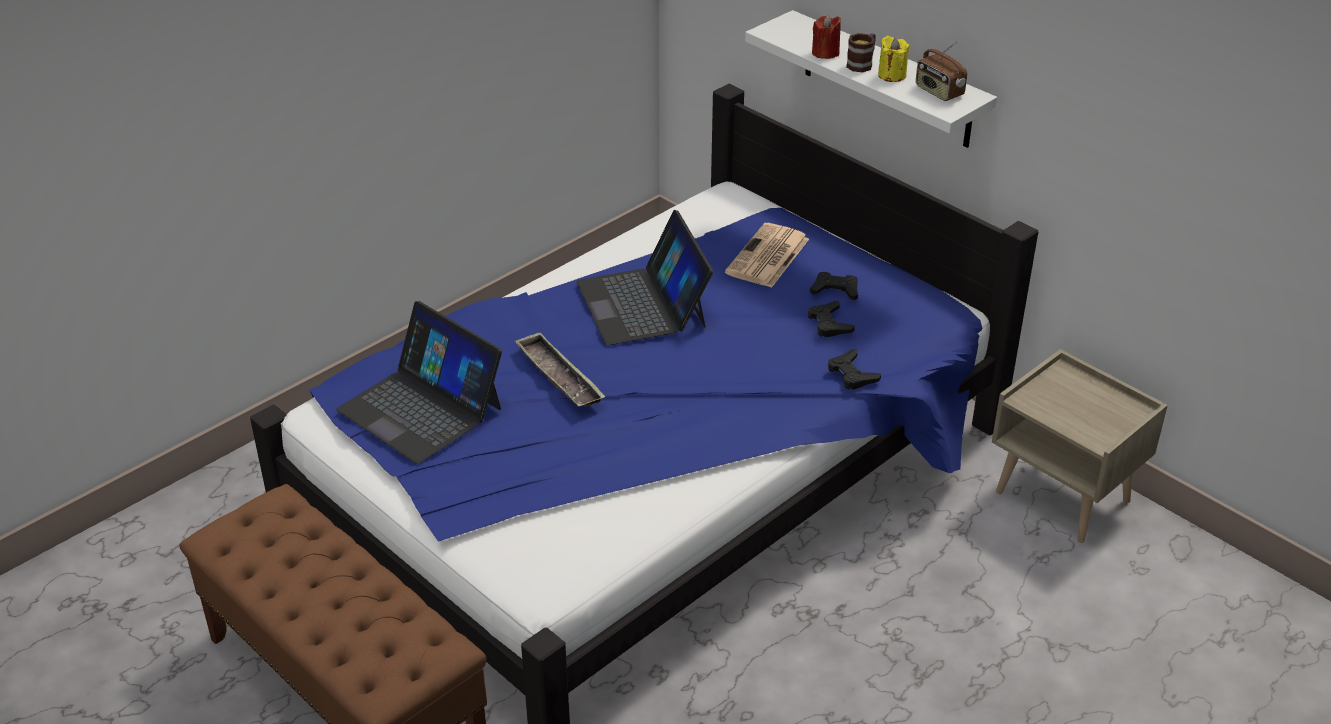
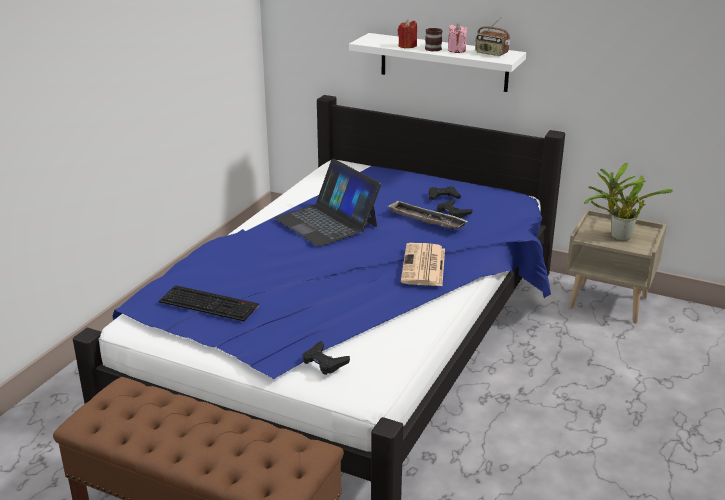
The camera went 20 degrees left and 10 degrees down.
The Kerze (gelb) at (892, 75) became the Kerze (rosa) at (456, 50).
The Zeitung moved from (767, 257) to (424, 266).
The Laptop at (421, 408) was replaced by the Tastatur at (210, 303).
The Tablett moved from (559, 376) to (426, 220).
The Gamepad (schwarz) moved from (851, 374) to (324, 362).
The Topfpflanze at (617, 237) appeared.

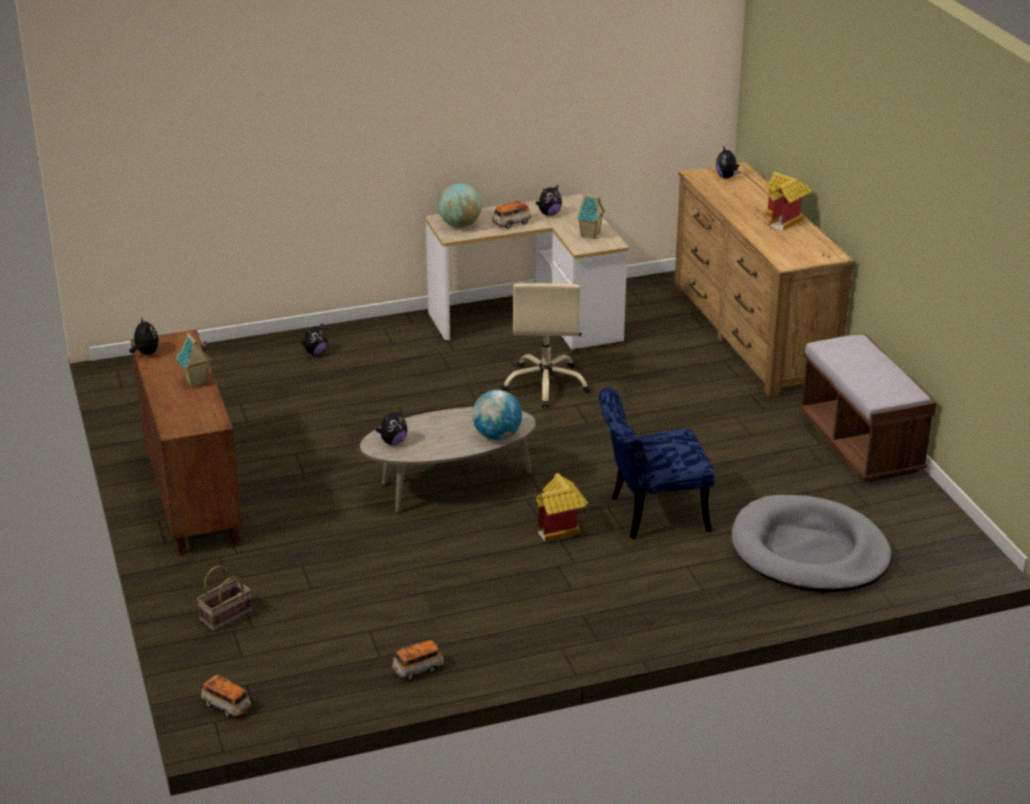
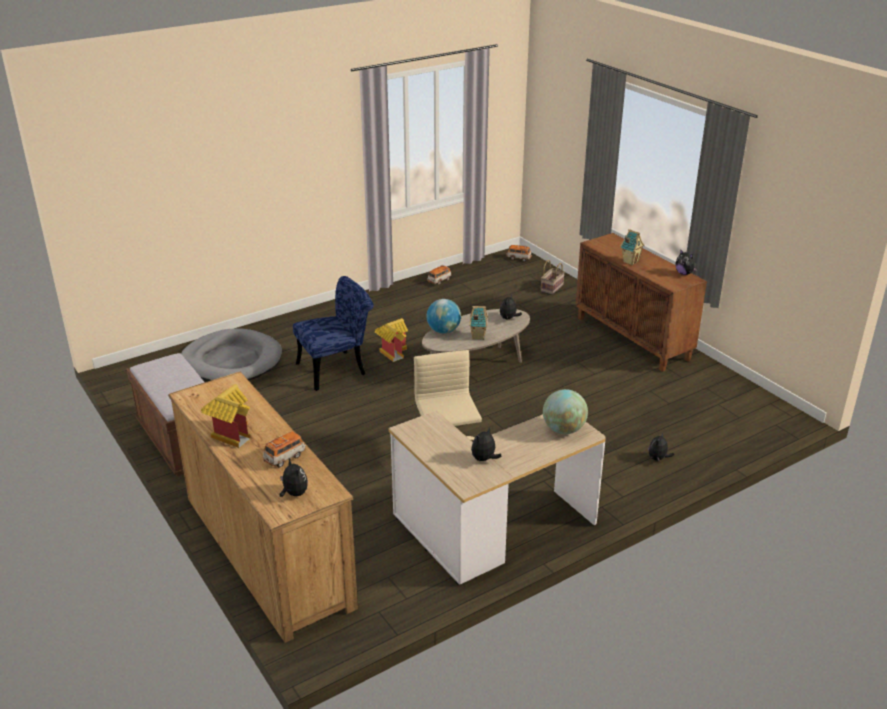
The camera went 165 degrees right and 0 degrees up.
The Spielzeughaus moved from (590, 235) to (477, 336).
The Spielzeugauto moved from (511, 223) to (285, 457).

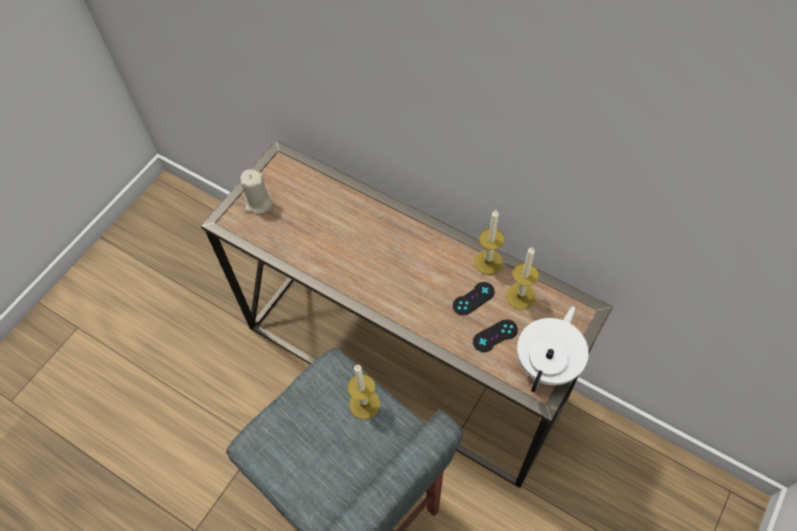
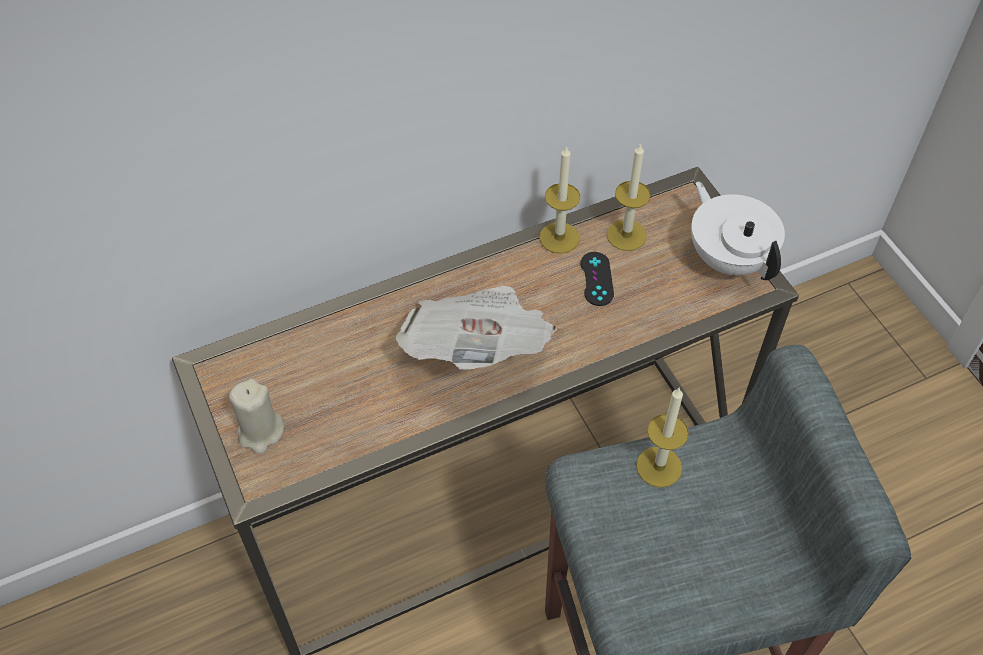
The camera went 60 degrees left and 5 degrees down.
The Gamepad (schwarz) at (495, 336) disappeared.
The Zeitung at (478, 349) appeared.

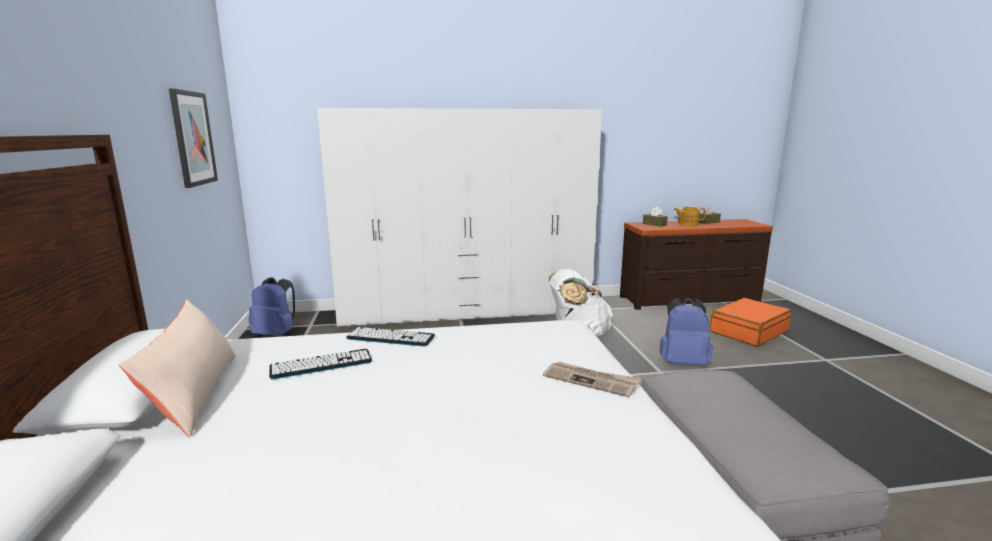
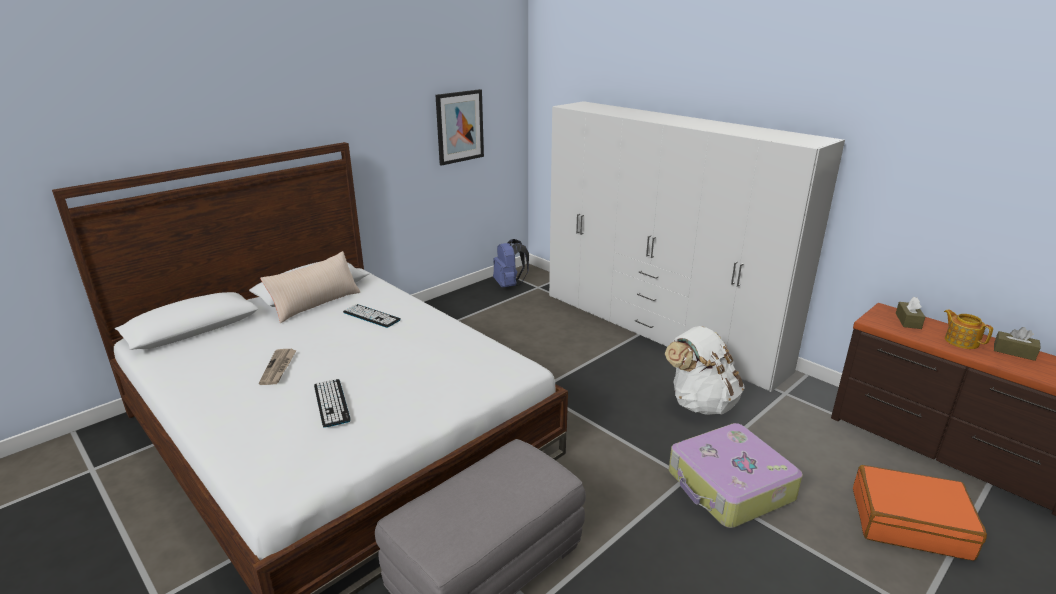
The camera went 55 degrees right and 10 degrees up.
The Rucksack (blau) at (682, 362) was replaced by the Koffer at (729, 487).
The Tastatur moved from (391, 337) to (331, 403).
The Zeitung moved from (591, 380) to (279, 368).

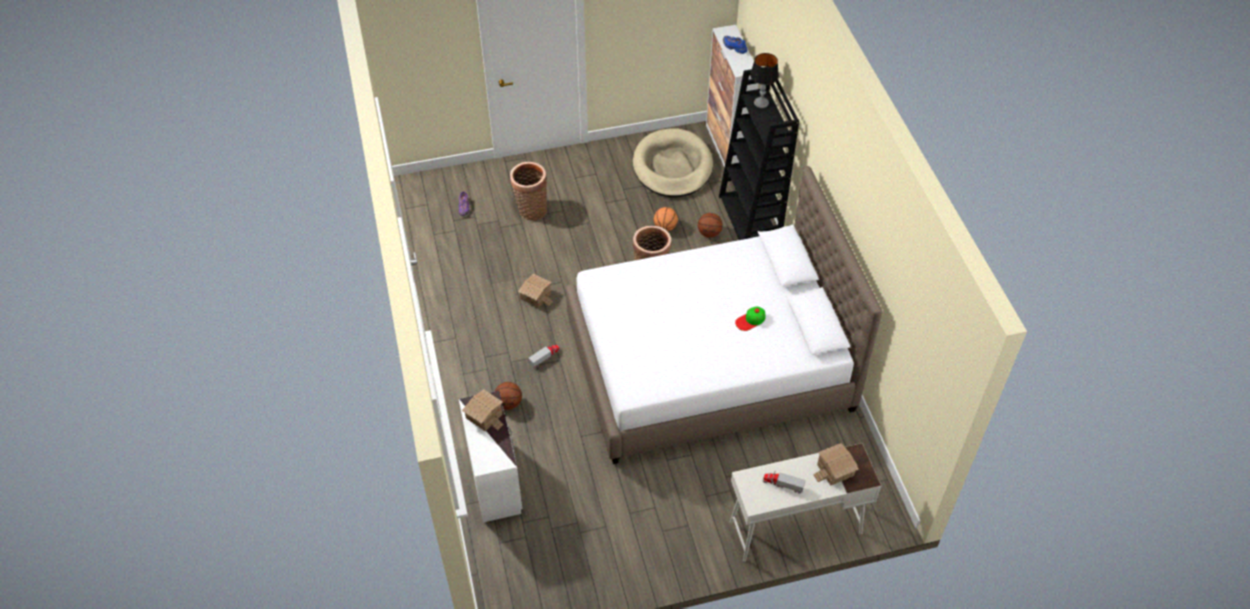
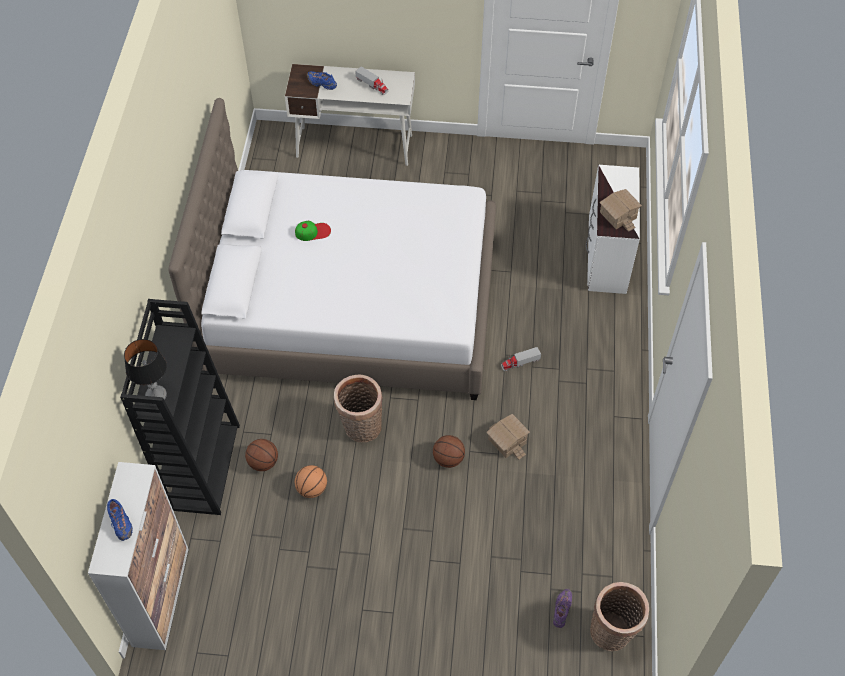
The camera went 160 degrees left and 5 degrees up.
The Hundebett (beige) at (672, 167) disappeared.
The Korb moved from (530, 210) to (612, 633).
The Basketball moved from (509, 403) to (448, 459).
The Spielzeughaus at (835, 469) was replaced by the Schuh (blau) at (322, 83).

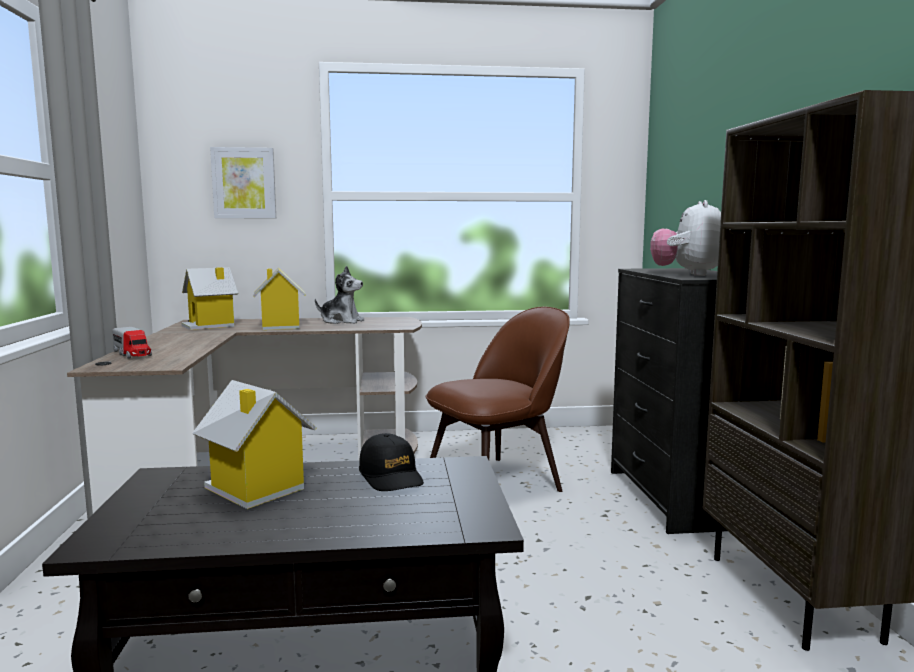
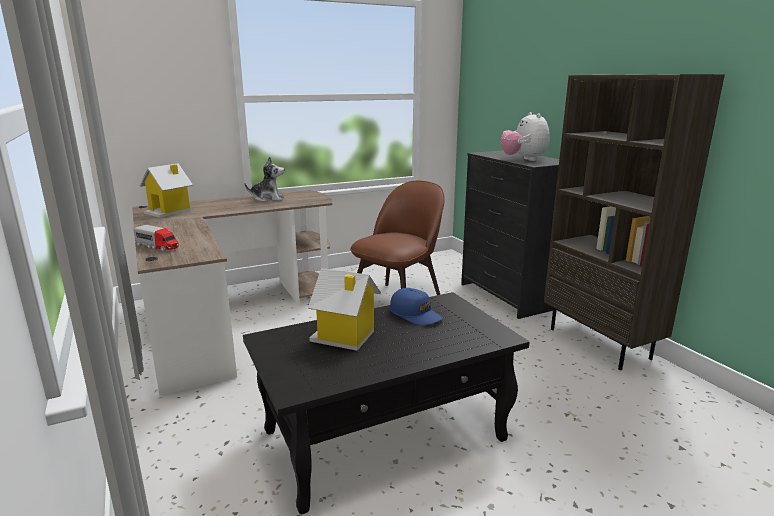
The camera went 20 degrees left and 10 degrees up.
The Bild at (244, 183) disappeared.
The Spielzeughaus at (280, 326) disappeared.
The Kappe (schwarz) at (391, 476) became the Kappe (blau) at (415, 314).

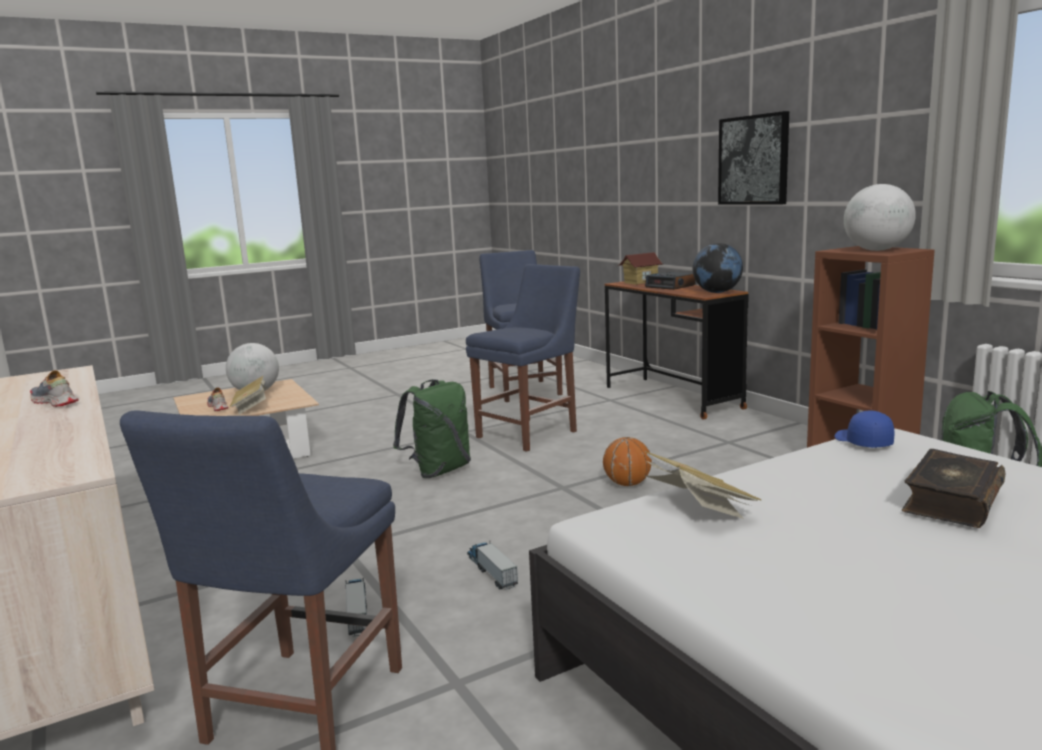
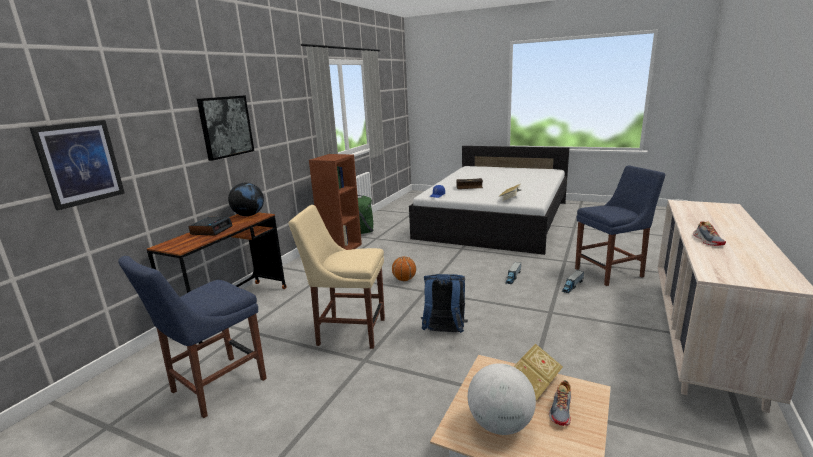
The camera went 125 degrees left and 5 degrees up.
The Globus at (877, 250) disappeared.
The Spielzeughaus at (640, 282) disappeared.
The Stuhl (blau) at (530, 433) became the Stuhl (beige) at (348, 331).
The Rucksack (grün) at (438, 471) became the Rucksack (blau) at (444, 333).
The Bild at (80, 163) appeared.

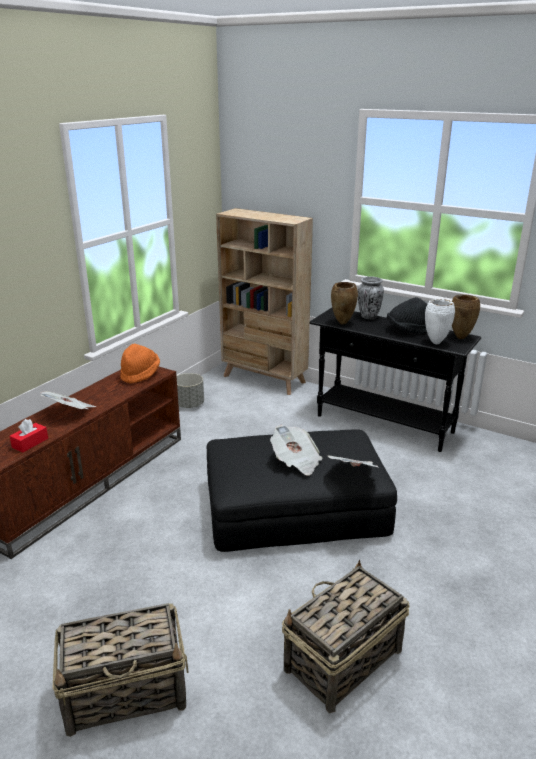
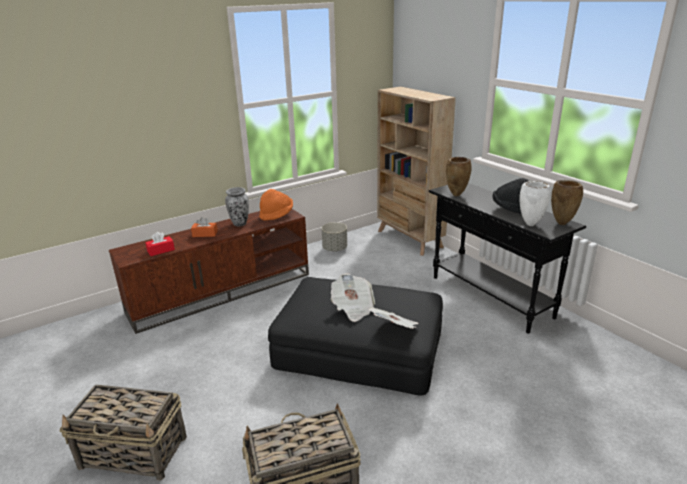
The camera went 25 degrees right and 0 degrees up.
The Vase moved from (369, 316) to (240, 223).
The Zeitung at (70, 412) was replaced by the Taschentuchbox (orange) at (205, 234).

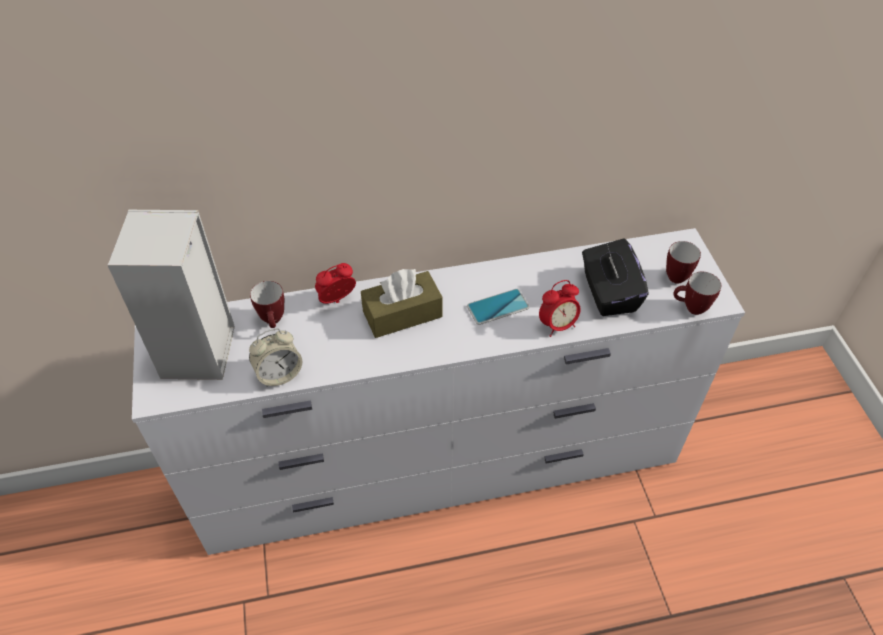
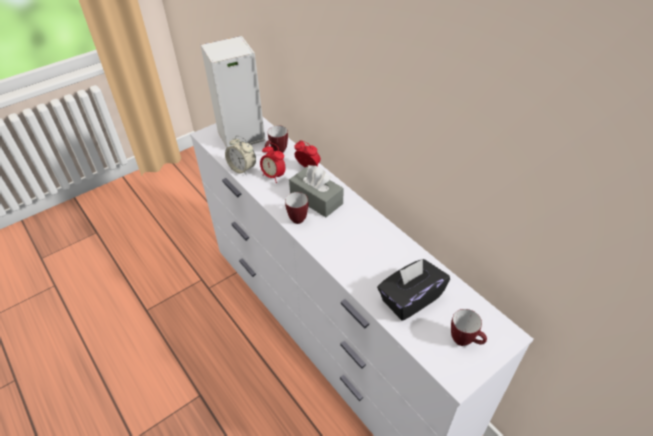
The camera went 65 degrees right and 5 degrees down.
The Taschentuchbox (braun) at (402, 314) became the Taschentuchbox (grau) at (316, 199).
The Henkelbecher moved from (690, 308) to (297, 217).
The Wecker moved from (557, 325) to (273, 176).
The Handy at (498, 307) disappeared.

